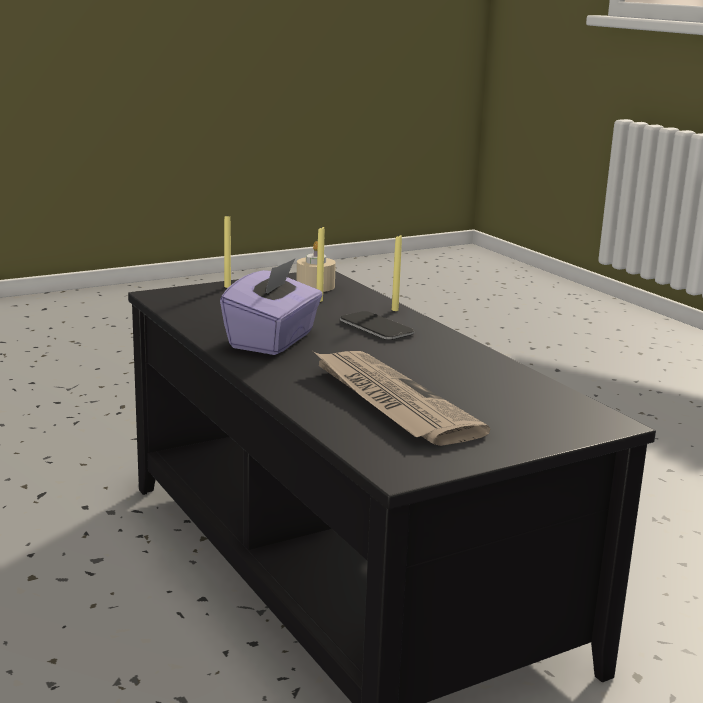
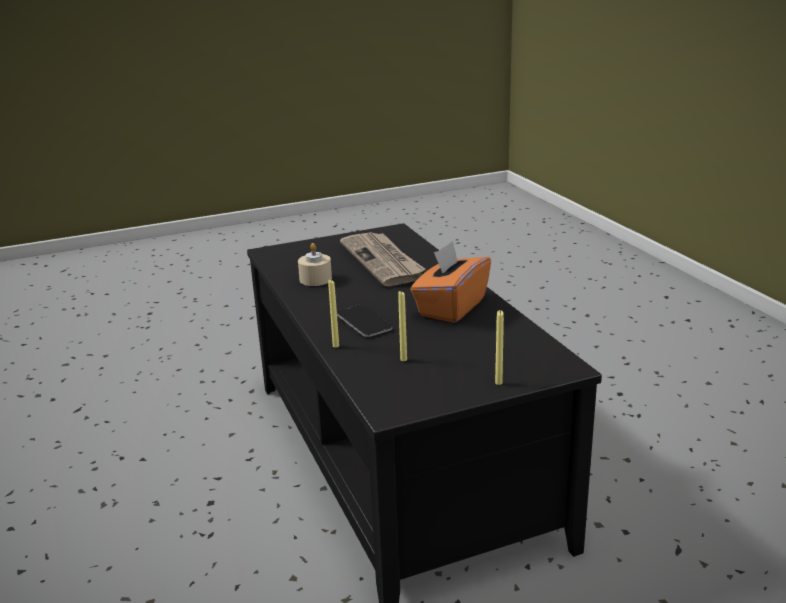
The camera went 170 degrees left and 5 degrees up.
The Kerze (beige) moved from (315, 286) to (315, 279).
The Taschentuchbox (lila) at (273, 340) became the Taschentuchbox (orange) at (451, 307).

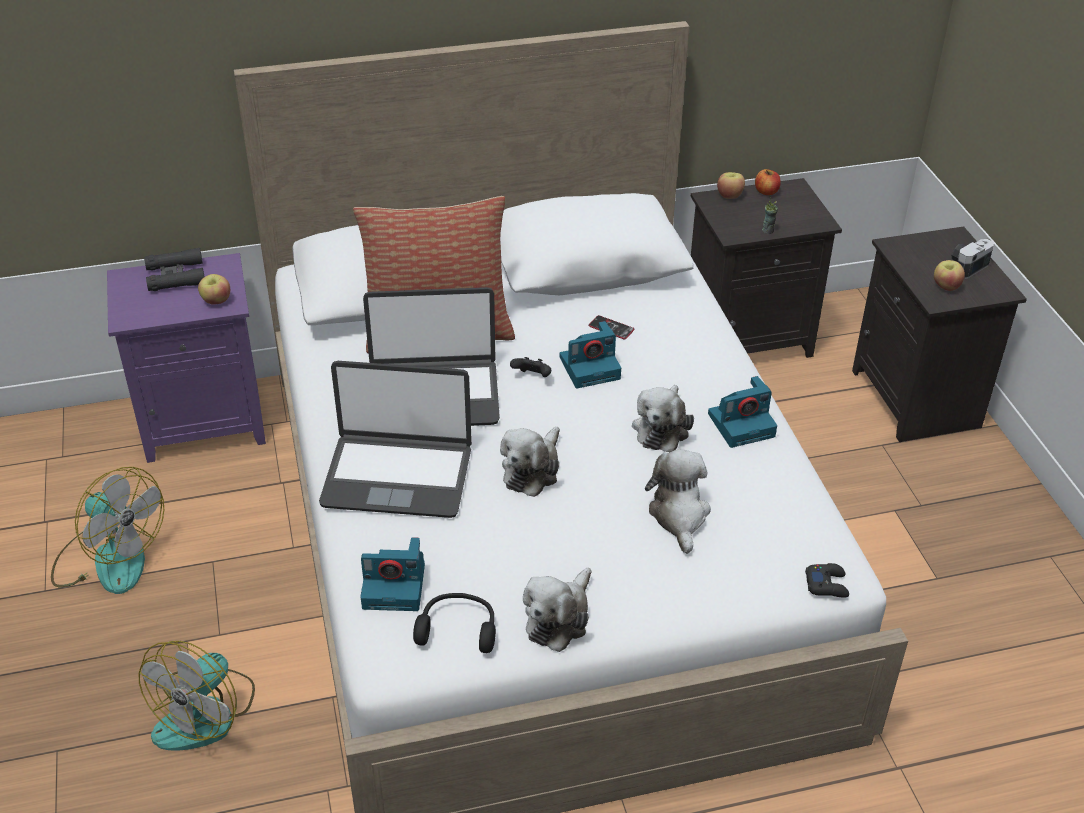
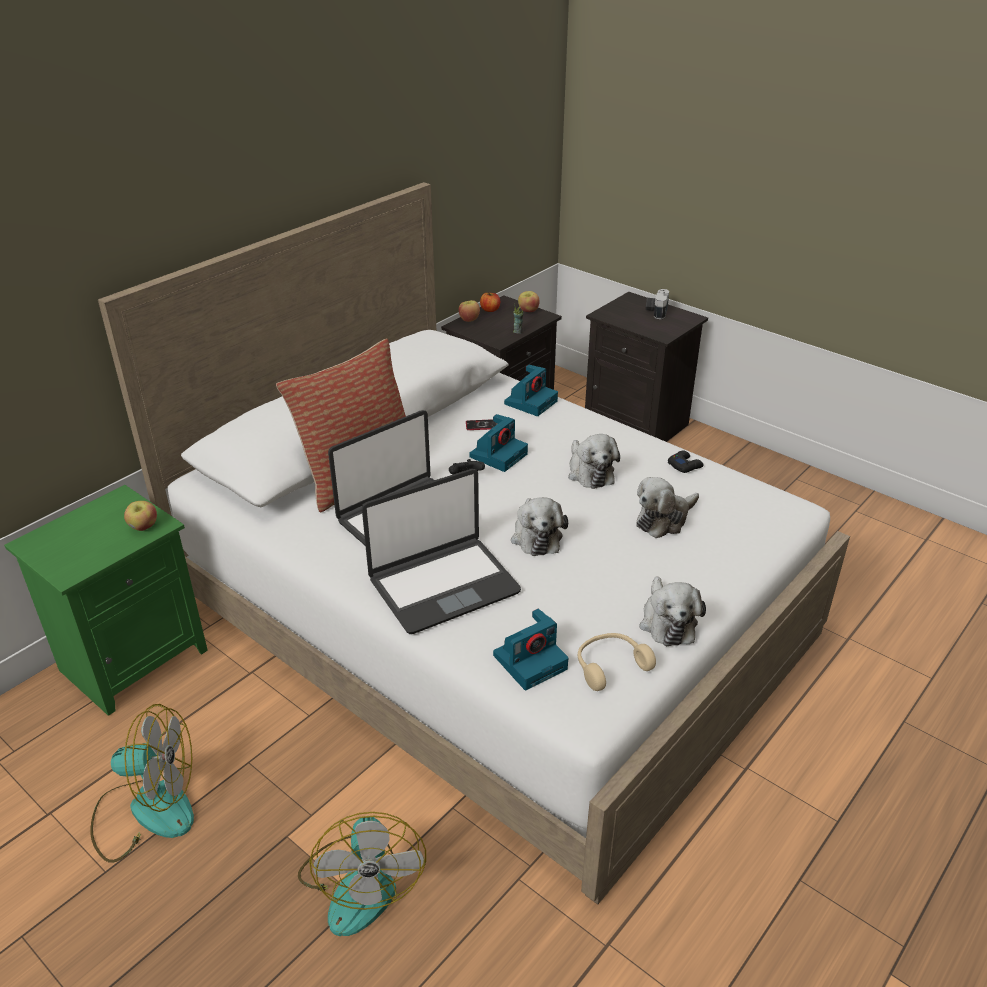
The camera went 35 degrees left and 5 degrees down.
The Fernglas (schwarz) at (176, 276) disappeared.
The Nachttisch (lila) at (206, 421) became the Nachttisch (grün) at (134, 658).
The Apfel moved from (946, 286) to (528, 310).
The Kamera moved from (742, 424) to (531, 402).
The Plüschtier at (679, 515) turned 90 degrees counterclockwise.
The Gamepad (schwarz) moved from (827, 584) to (684, 465).
The Kopfhörer (schwarz) at (458, 629) became the Kopfhörer (beige) at (610, 665).

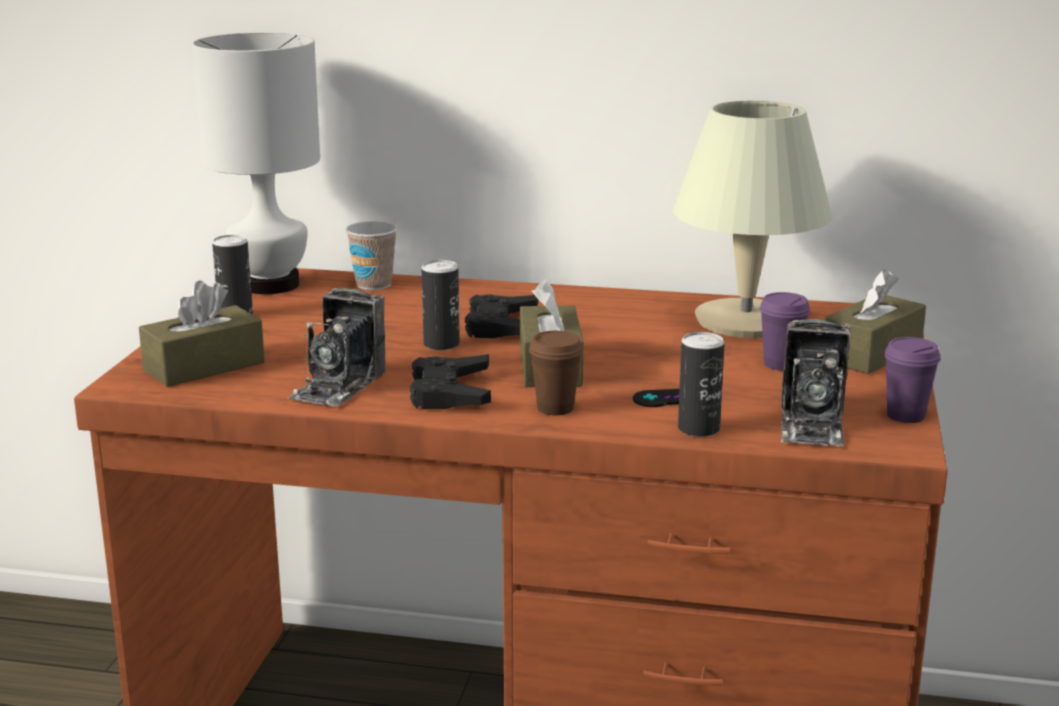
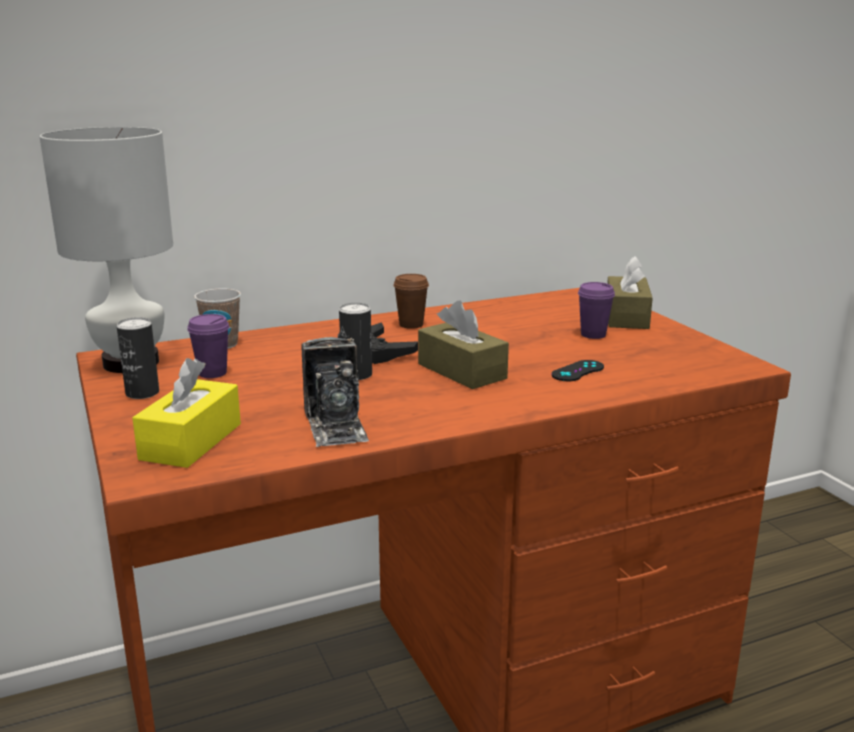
The camera went 35 degrees left and 0 degrees up.
The Tischlampe (beige) at (744, 321) disappeared.
The Taschentuchbox (braun) at (204, 366) became the Taschentuchbox (gelb) at (191, 441).
The Kamera at (812, 423) disappeared.
The Tasse (braun) moved from (555, 408) to (411, 325).
The Dose at (698, 429) disappeared.
The Tasse (lila) moved from (906, 416) to (212, 373).
The Gamepad (schwarz) at (450, 392) disappeared.

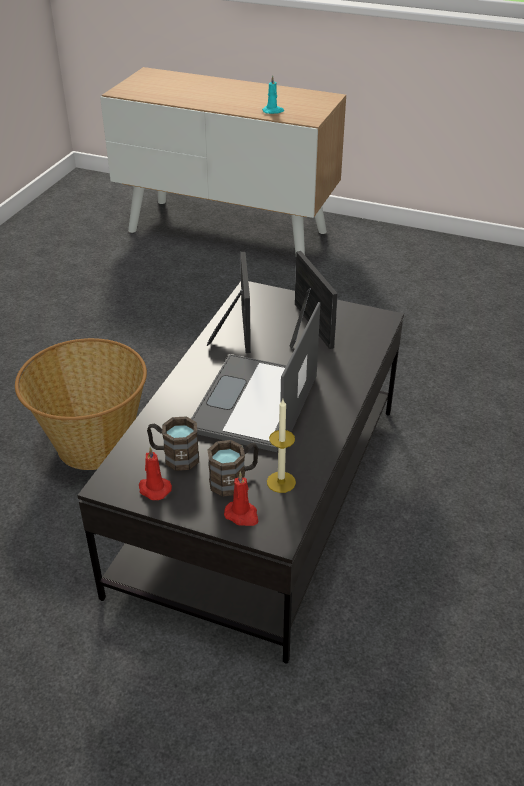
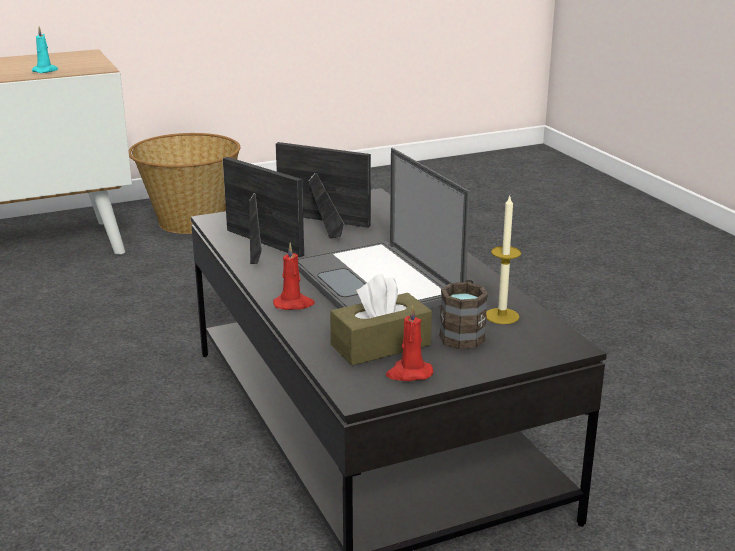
The camera went 45 degrees left and 15 degrees down.
The Korb moved from (93, 443) to (190, 222).
The Henkelbecher (braun) at (174, 456) was replaced by the Taschentuchbox (braun) at (380, 345).
The Kerze (rot) moved from (242, 515) to (294, 304).

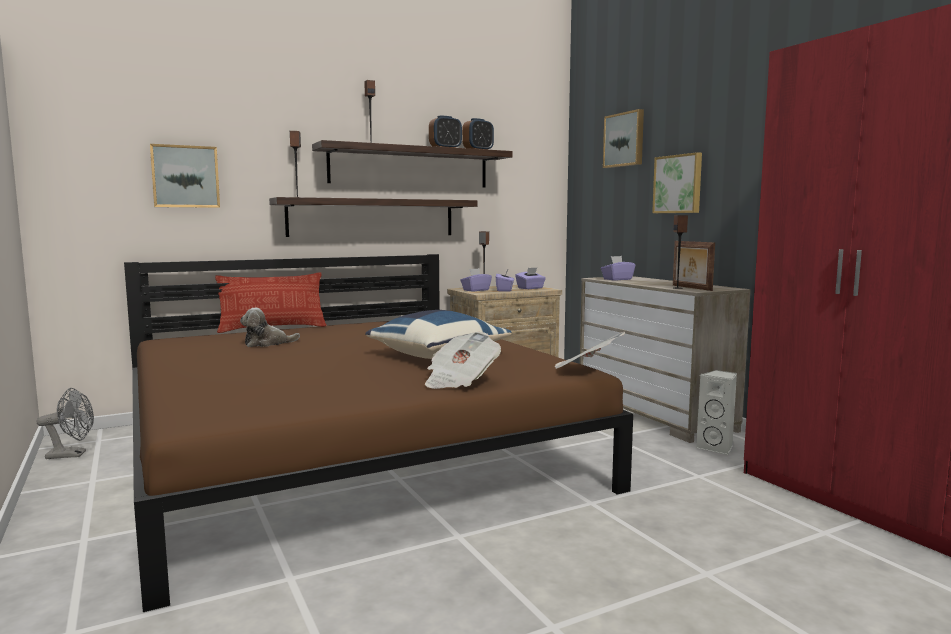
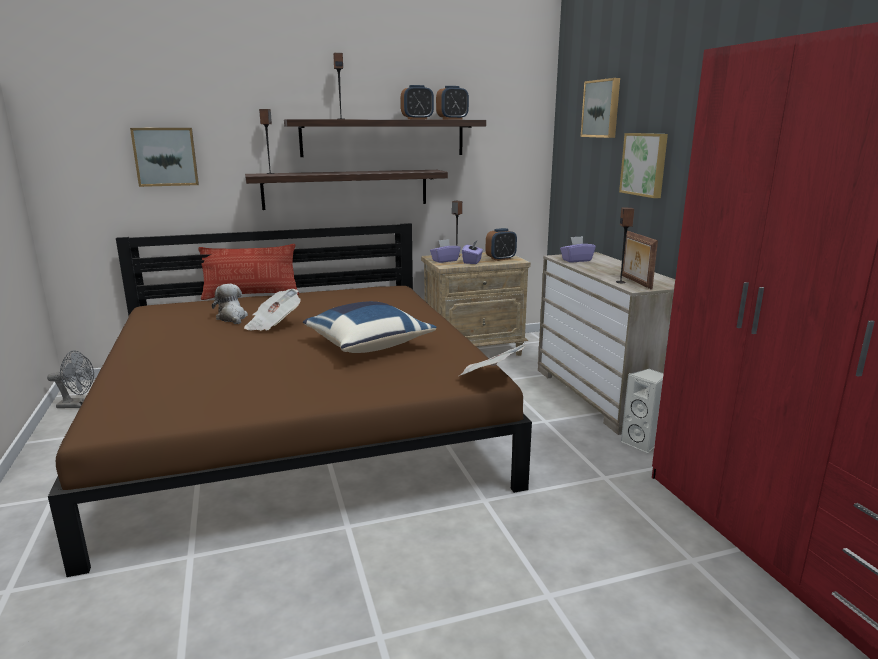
The camera went 10 degrees right and 10 degrees up.
The Taschentuchbox (lila) at (530, 288) was replaced by the Wecker at (500, 259).
The Plüschtier at (267, 343) turned 75 degrees clockwise.
The Zeitung moved from (460, 381) to (273, 325).

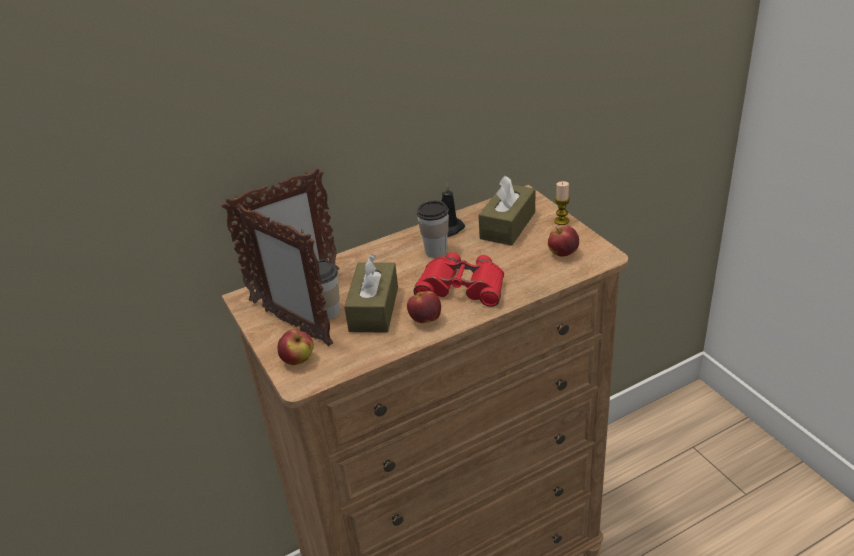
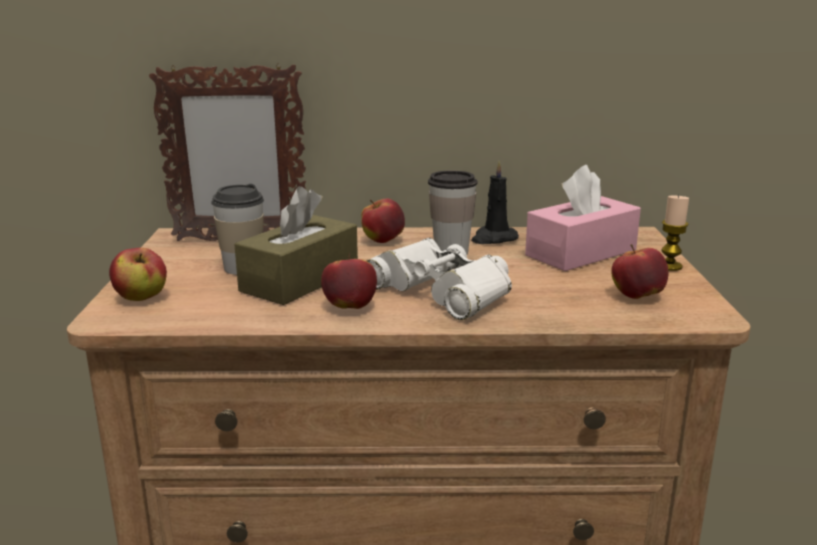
The camera went 25 degrees right and 15 degrees down.
The Taschentuchbox (braun) at (508, 225) became the Taschentuchbox (rosa) at (581, 253).
The Bilderrahmen at (297, 327) disappeared.
The Fernglas (rot) at (462, 287) became the Fernglas (weiß) at (442, 291).
The Apfel at (382, 241) appeared.

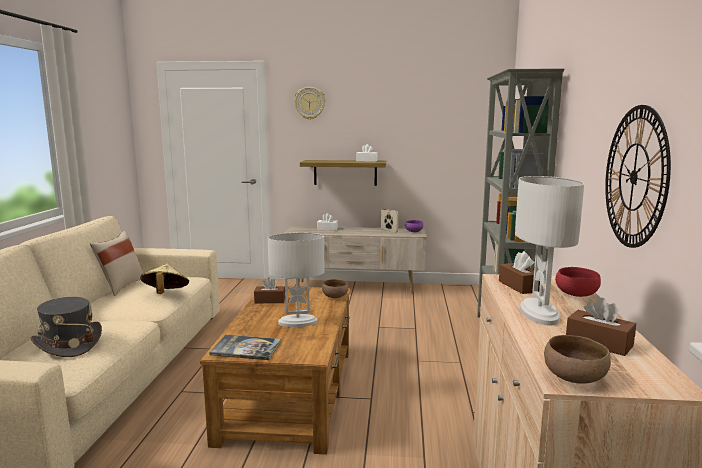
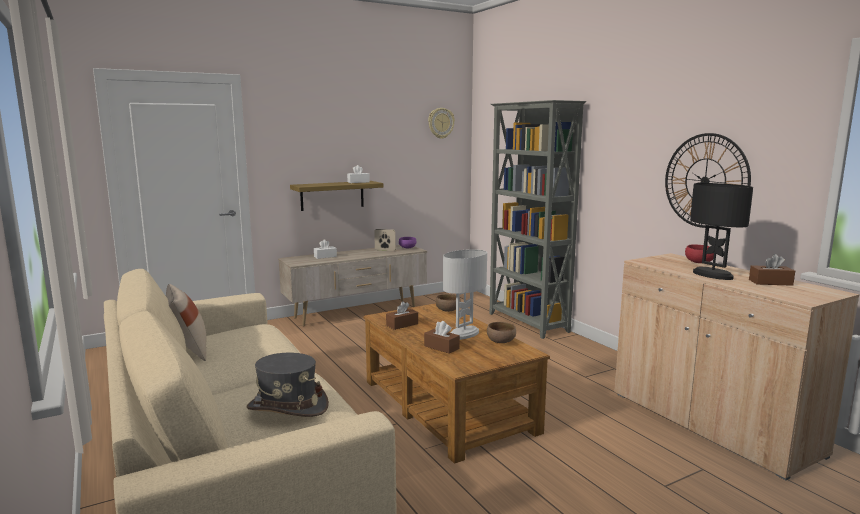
The camera went 35 degrees left and 0 degrees up.
The Wanduhr moved from (309, 103) to (440, 123).
The Tischlampe (weiß) at (538, 313) became the Tischlampe (schwarz) at (712, 275).
The Taschentuchbox (braun) moved from (519, 286) to (441, 347).
The Hut (beige) at (165, 294) disappeared.
The Buch at (246, 348) disappeared.
The Schüssel (braun) moved from (575, 379) to (501, 342).

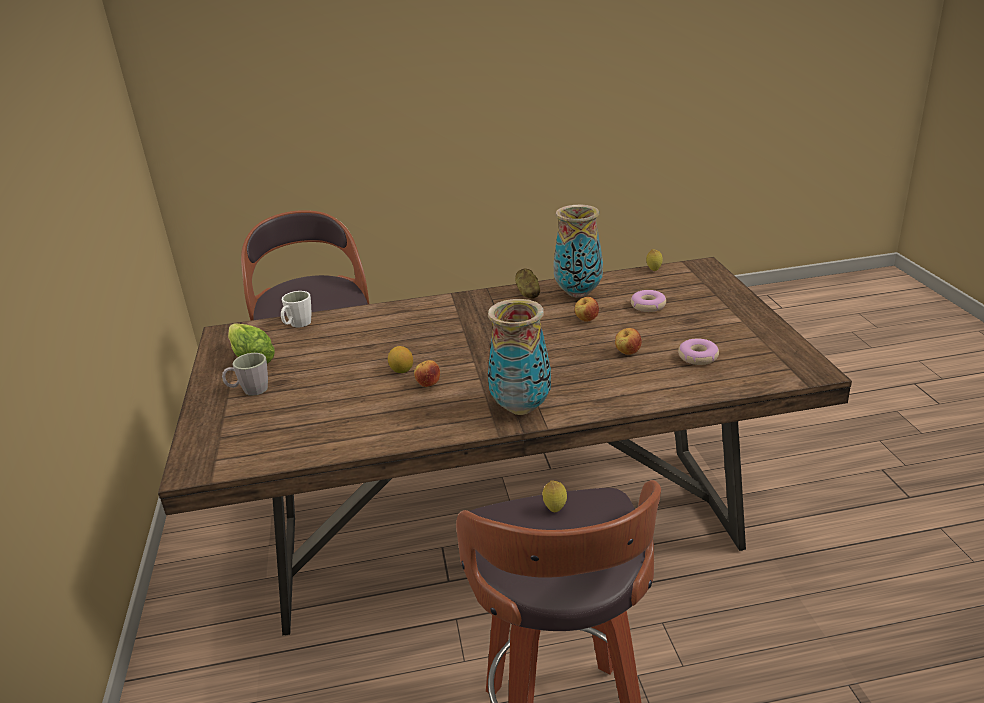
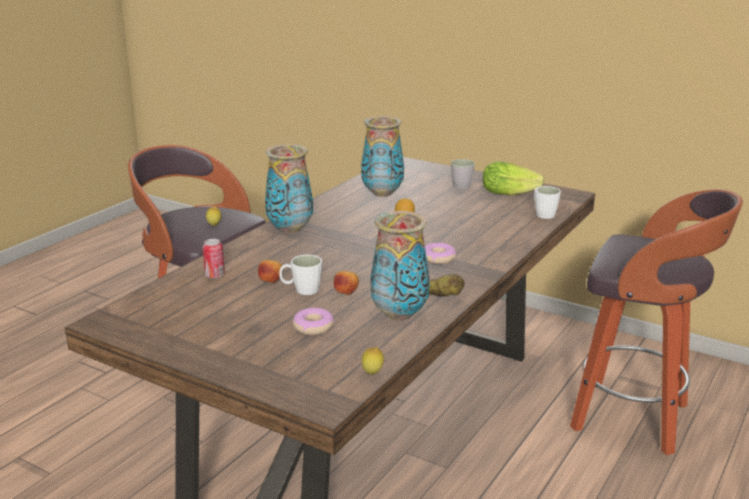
The camera went 130 degrees right and 5 degrees down.
The Donut moved from (698, 357) to (438, 258).
The Apfel at (428, 385) disappeared.
The Vase at (382, 193) appeared.
The Dose at (215, 275) appeared.
The Henkelbecher (weiß) at (301, 290) appeared.

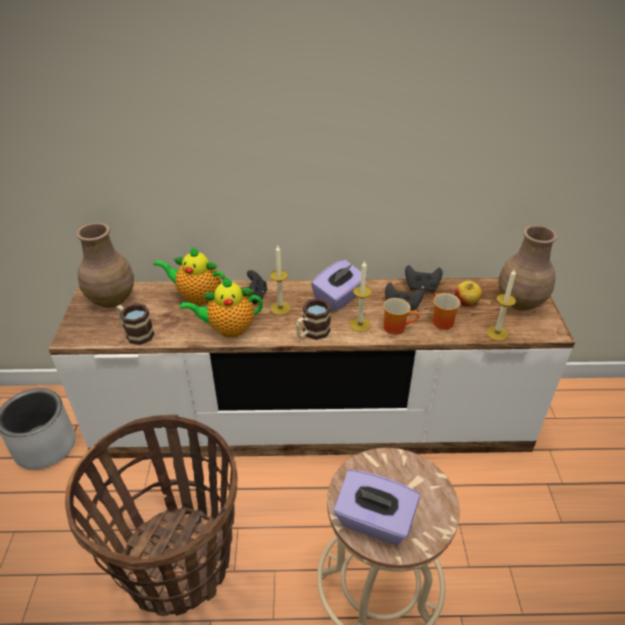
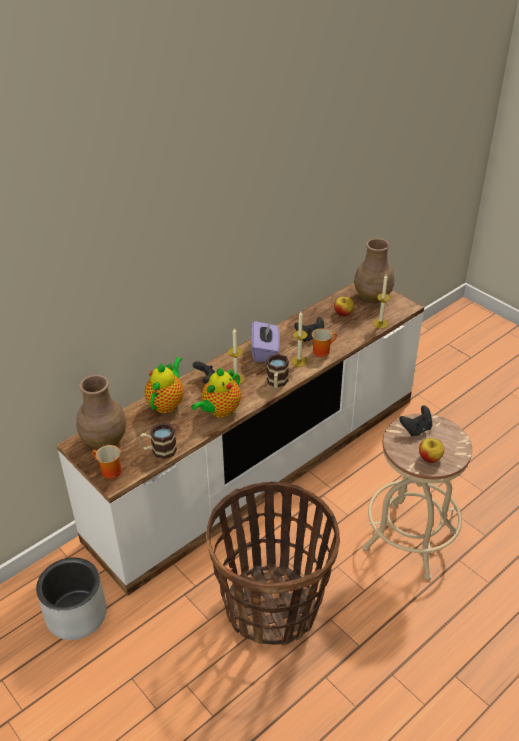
The camera went 40 degrees left and 0 degrees up.
The Teekanne at (197, 296) turned 135 degrees clockwise.
The Gamepad (schwarz) moved from (421, 287) to (416, 429).
The Henkelbecher moved from (440, 321) to (108, 472).
The Taschentuchbox (lila) at (374, 521) was replaced by the Apfel at (430, 458).

